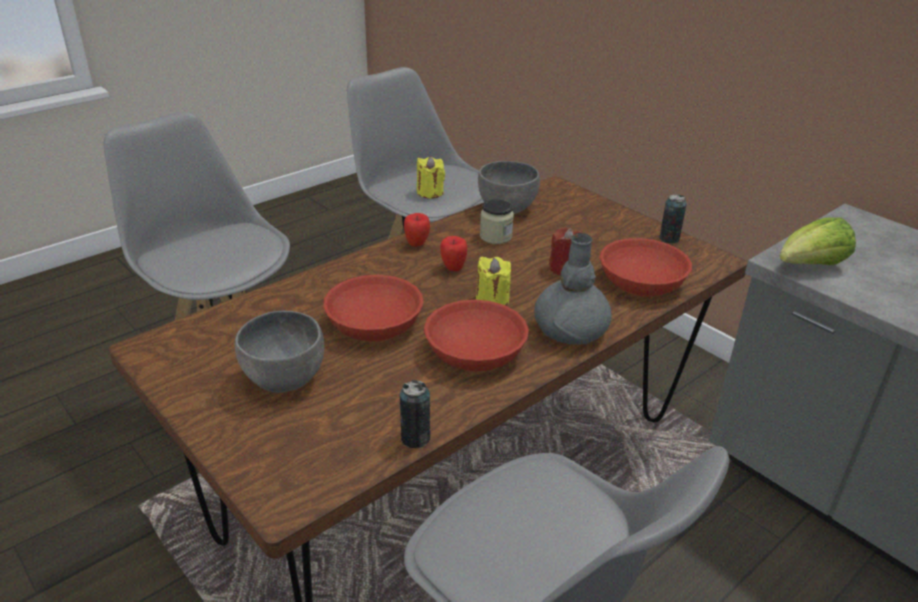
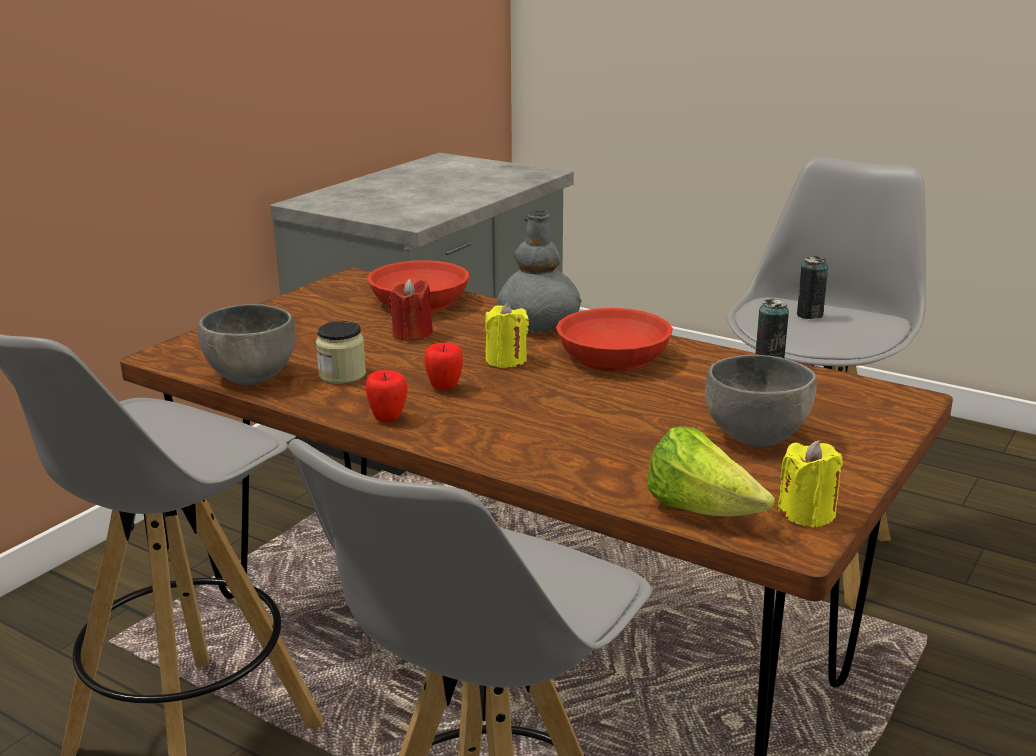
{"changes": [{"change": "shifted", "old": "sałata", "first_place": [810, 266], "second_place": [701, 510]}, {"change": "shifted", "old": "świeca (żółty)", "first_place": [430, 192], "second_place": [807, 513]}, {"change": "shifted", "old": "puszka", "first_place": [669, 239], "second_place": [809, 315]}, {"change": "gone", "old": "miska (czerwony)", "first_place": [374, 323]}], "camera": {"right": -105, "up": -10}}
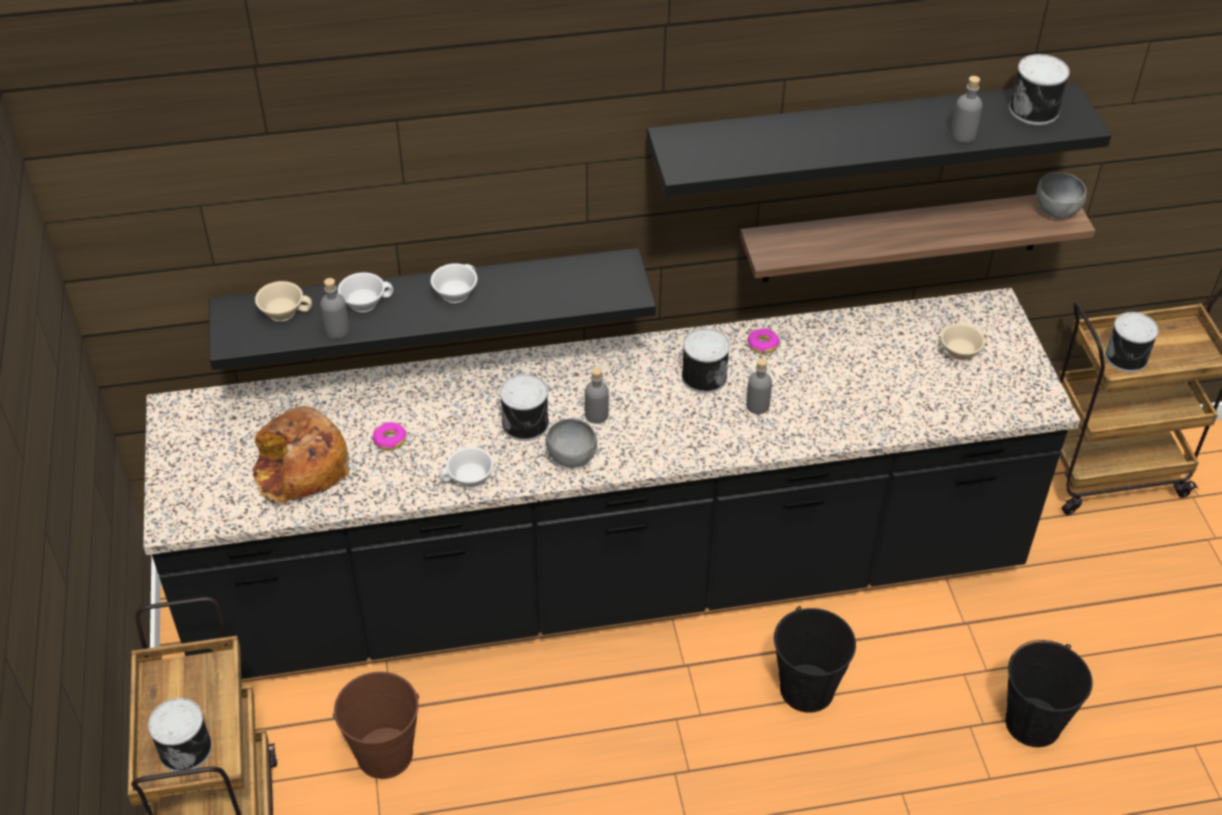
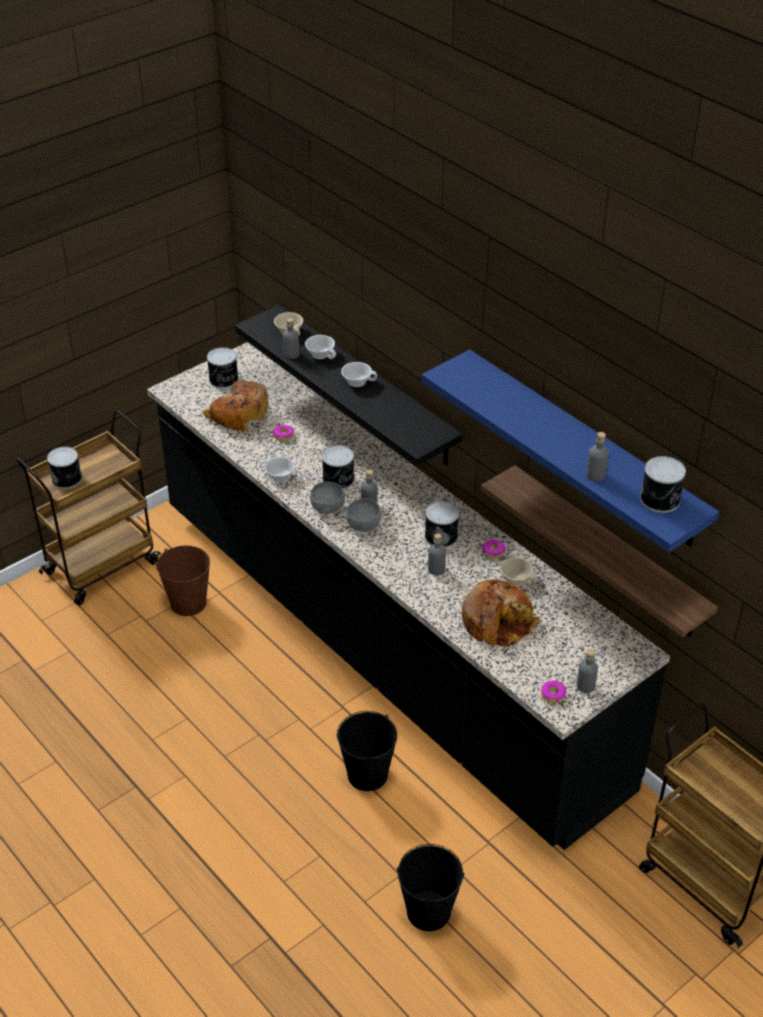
{"changes": [{"change": "shifted", "old": "puszka", "first_place": [1127, 357], "second_place": [223, 380]}, {"change": "shifted", "old": "miska (szary)", "first_place": [1057, 210], "second_place": [363, 525]}, {"change": "repainted", "old": "półka (czarny)", "new": "półka (niebieski)", "first_place": [861, 135], "second_place": [583, 447]}, {"change": "new", "new": "chleb", "second_place": [497, 621]}, {"change": "shifted", "old": "filiżanka (beżowy)", "first_place": [960, 350], "second_place": [517, 578]}, {"change": "new", "new": "donut", "second_place": [553, 694]}, {"change": "new", "new": "butelka (szary)", "second_place": [585, 686]}], "camera": {"right": 60, "up": -5}}
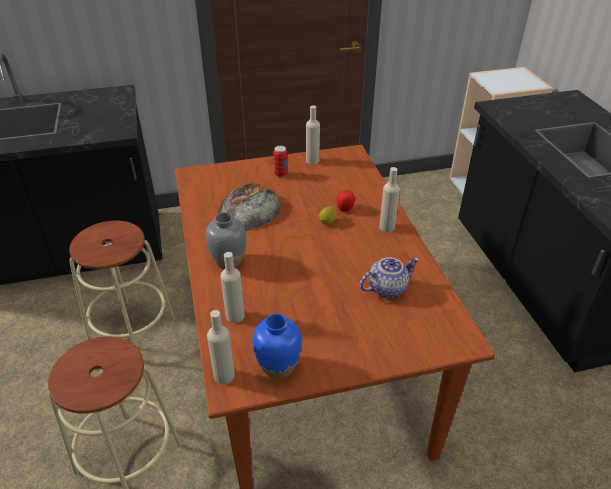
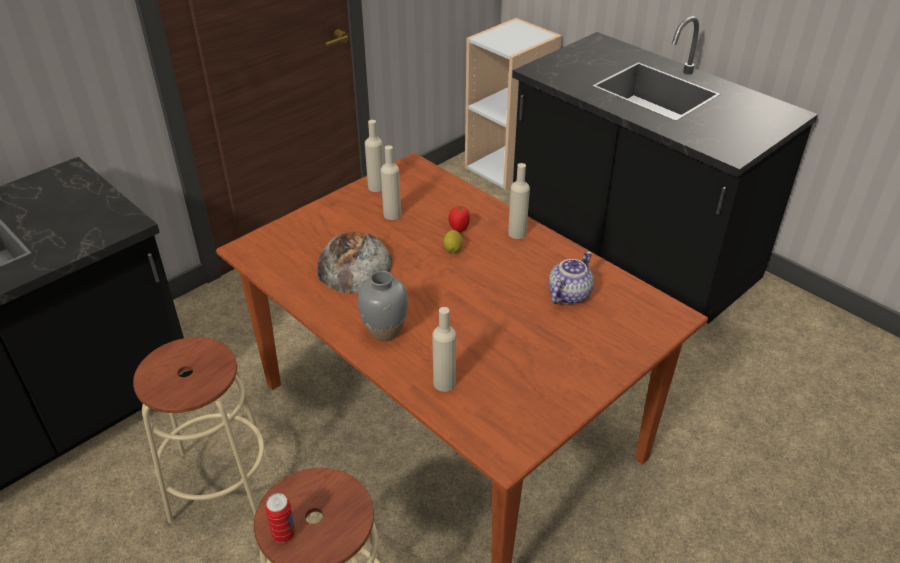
{"changes": [{"change": "shifted", "old": "puszka", "first_place": [281, 174], "second_place": [284, 534]}, {"change": "shifted", "old": "butelka (beżowy)", "first_place": [224, 375], "second_place": [392, 214]}, {"change": "gone", "old": "wazon (niebieski)", "first_place": [278, 367]}], "camera": {"right": -30, "up": 0}}
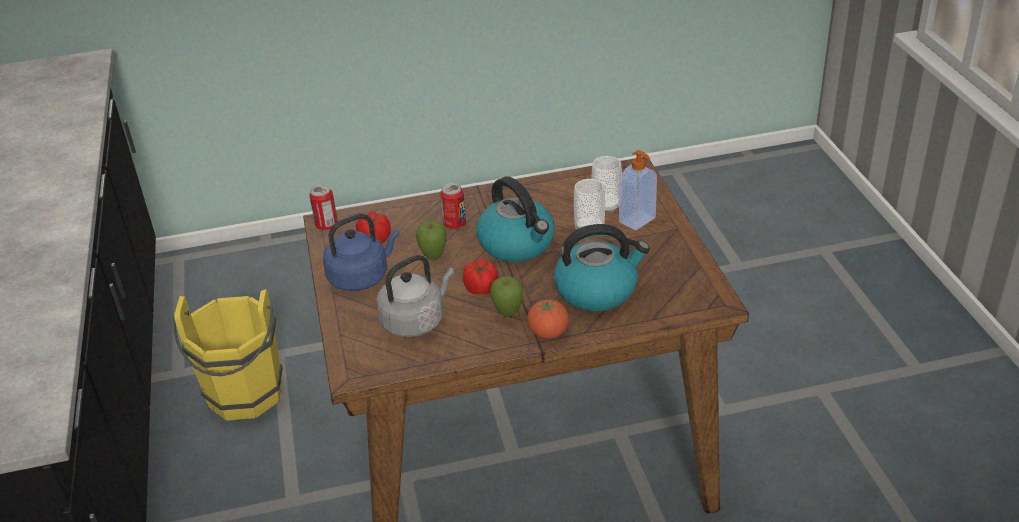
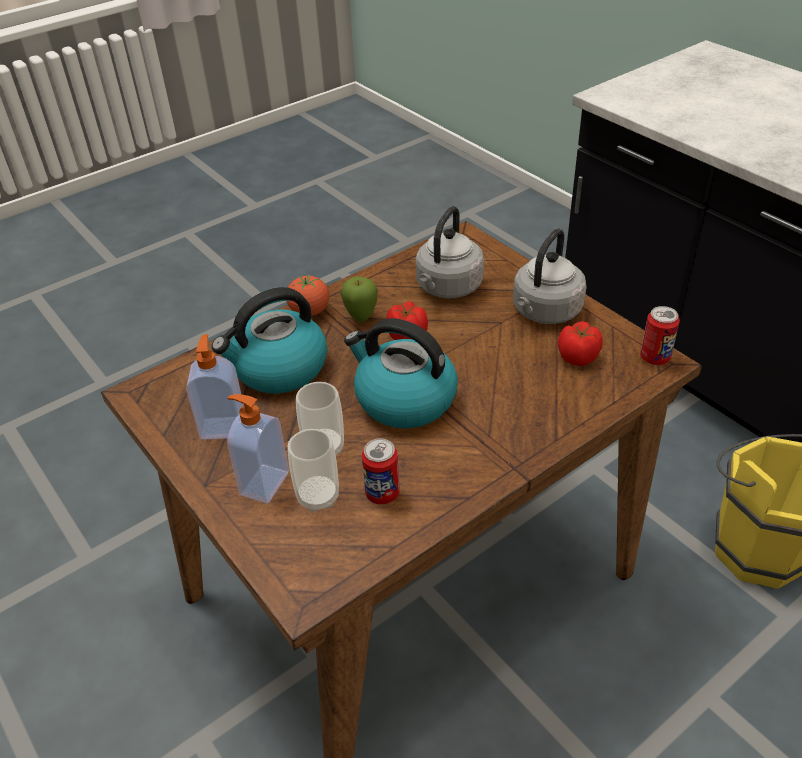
{"changes": [{"change": "new", "new": "dozownik mydła", "second_place": [223, 427]}, {"change": "shifted", "old": "puszka", "first_place": [454, 224], "second_place": [382, 493]}, {"change": "repainted", "old": "czajnik (niebieski)", "new": "czajnik (szary)", "first_place": [361, 277], "second_place": [545, 312]}, {"change": "gone", "old": "jabłko", "first_place": [433, 257]}], "camera": {"right": 155, "up": 5}}
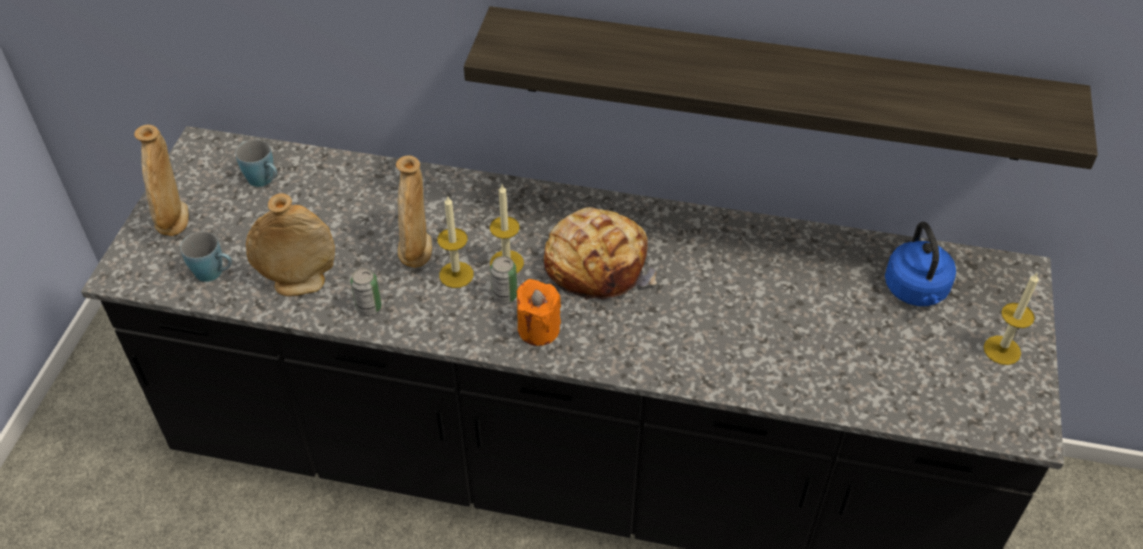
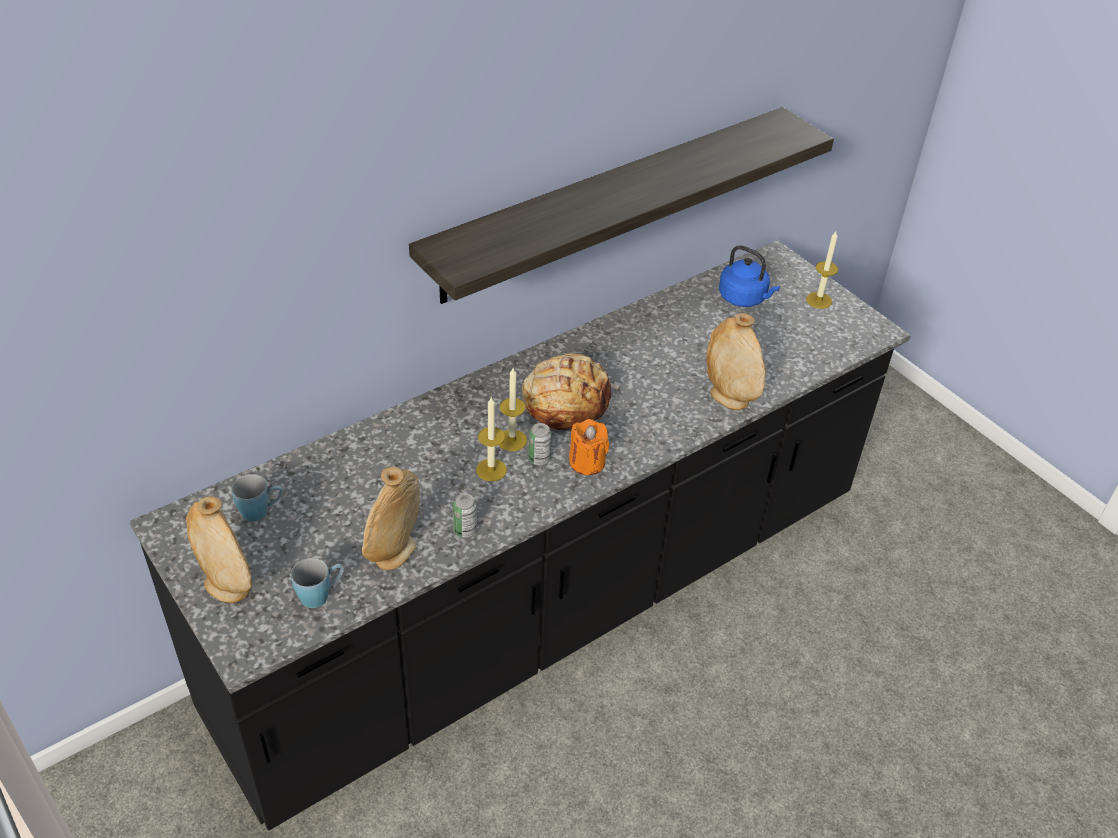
{"changes": [{"change": "shifted", "old": "wazon (beżowy)", "first_place": [415, 250], "second_place": [729, 398]}], "camera": {"right": -50, "up": -5}}
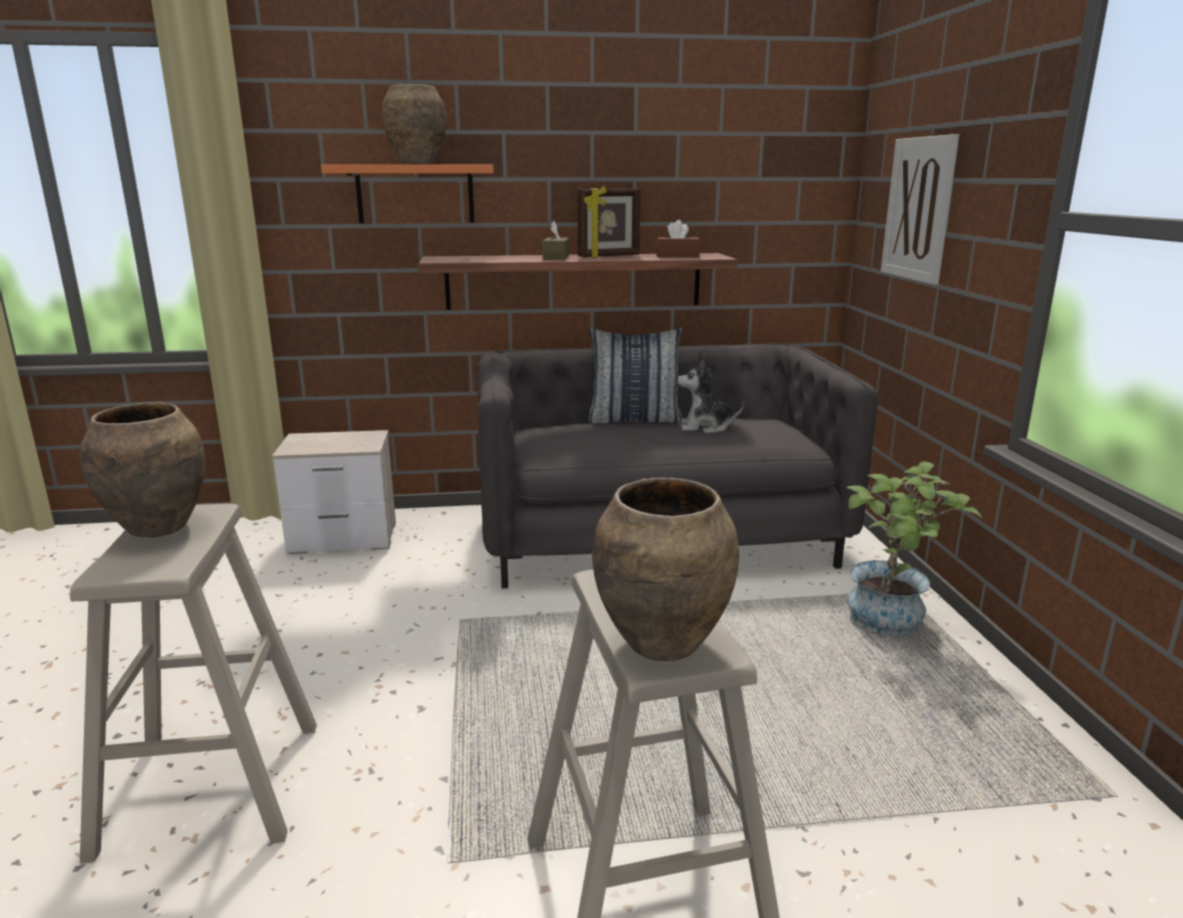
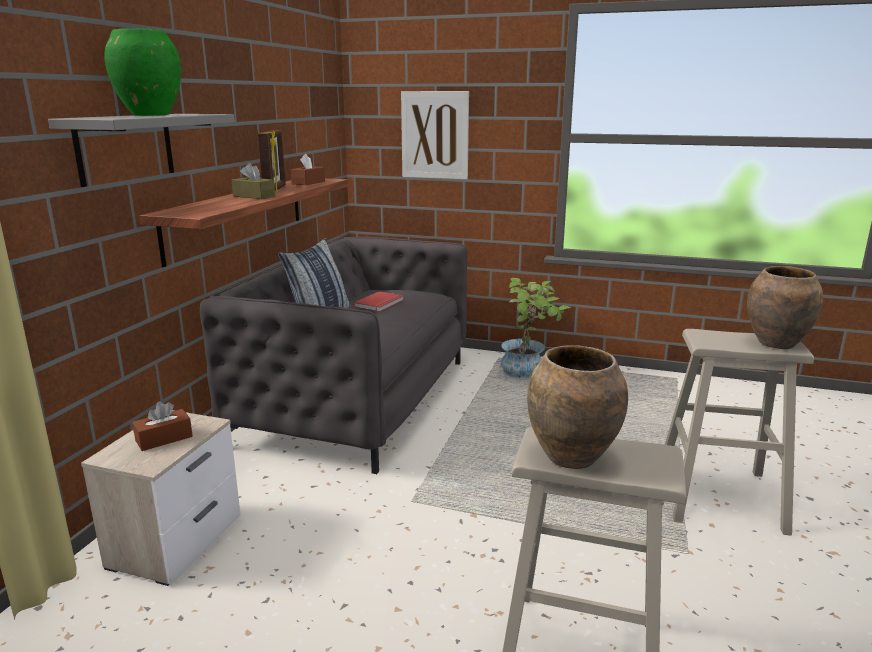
{"changes": [{"change": "repainted", "old": "półka (pomarańczowy)", "new": "półka (szary)", "first_place": [415, 194], "second_place": [125, 147]}, {"change": "repainted", "old": "wazon (brązowy)", "new": "wazon (zielony)", "first_place": [416, 164], "second_place": [150, 115]}, {"change": "new", "new": "pudełko chusteczek (brązowy)", "second_place": [164, 438]}, {"change": "swapped", "old": "pluszak", "new": "książka (czerwony)", "first_place": [706, 427], "second_place": [380, 303]}], "camera": {"right": -65, "up": 0}}
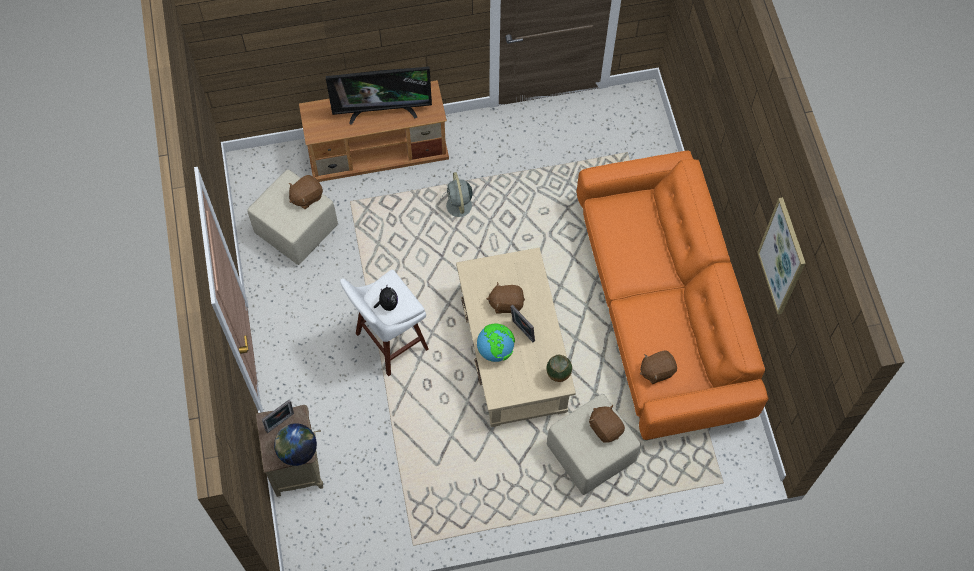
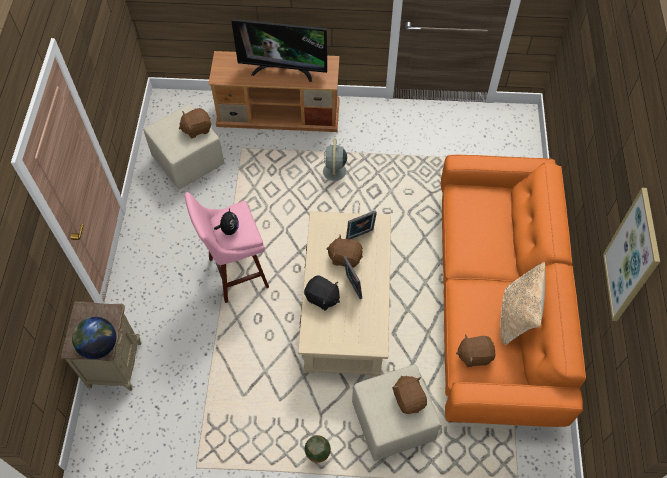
{"changes": [{"change": "repainted", "old": "stołek (biały)", "new": "stołek (różowy)", "first_place": [389, 342], "second_place": [235, 273]}, {"change": "swapped", "old": "globus", "new": "pluszak (czarny)", "first_place": [495, 350], "second_place": [322, 298]}, {"change": "shifted", "old": "wazon", "first_place": [558, 377], "second_place": [318, 456]}, {"change": "shifted", "old": "ramka na zdjęcie", "first_place": [281, 424], "second_place": [360, 236]}, {"change": "new", "new": "poduszka (beżowy)", "second_place": [515, 319]}], "camera": {"right": 15, "up": -5}}
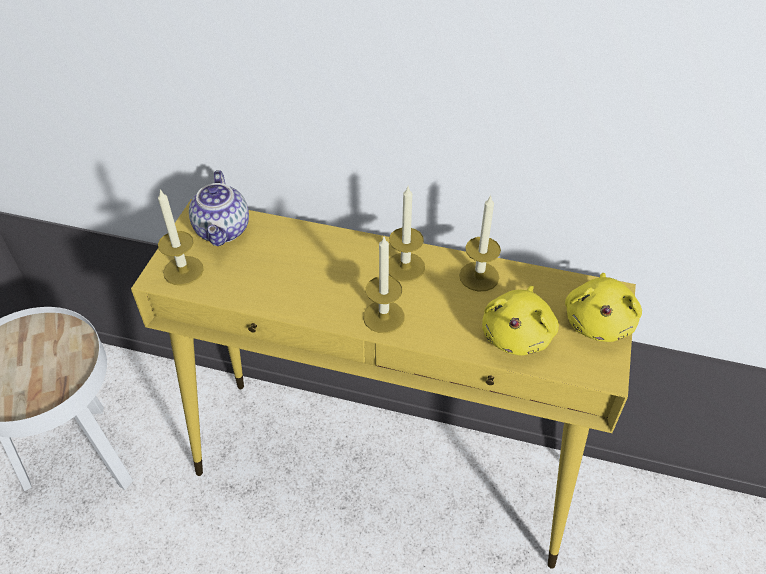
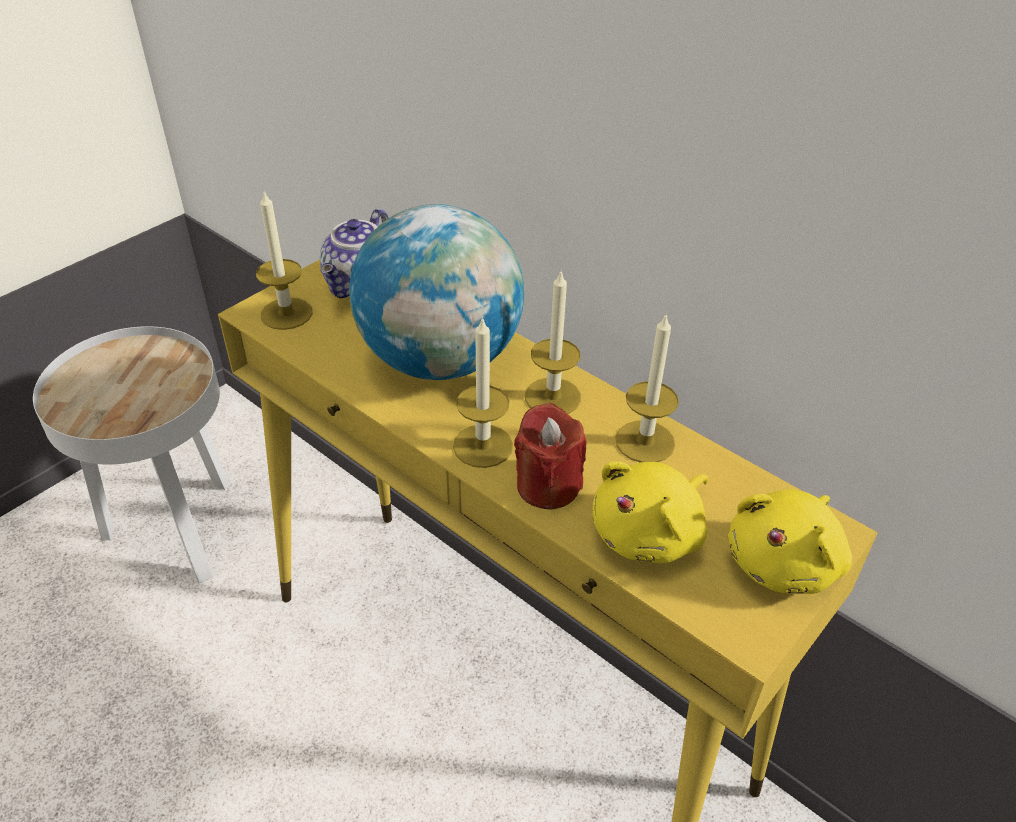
{"changes": [{"change": "new", "new": "globus", "second_place": [440, 360]}, {"change": "new", "new": "świeca (czerwony)", "second_place": [547, 485]}], "camera": {"right": 25, "up": -5}}
